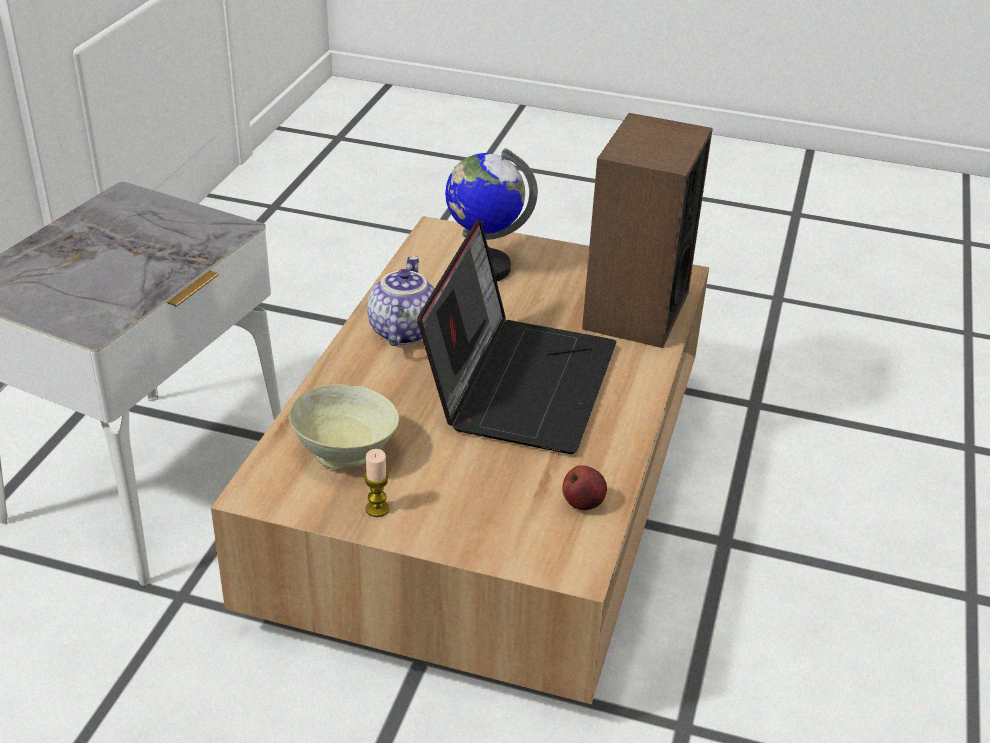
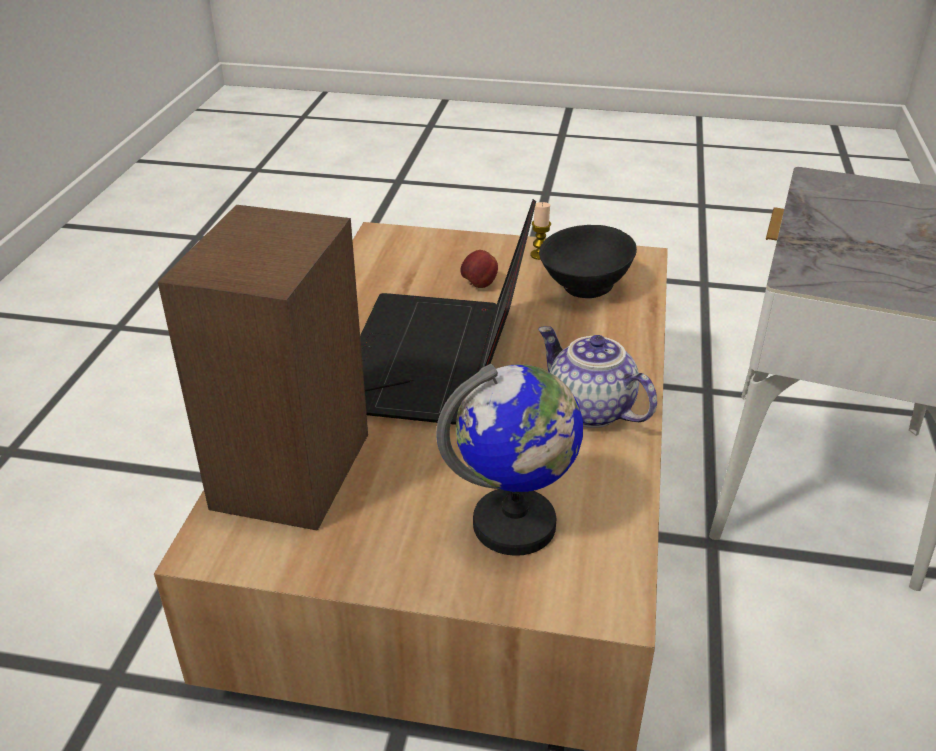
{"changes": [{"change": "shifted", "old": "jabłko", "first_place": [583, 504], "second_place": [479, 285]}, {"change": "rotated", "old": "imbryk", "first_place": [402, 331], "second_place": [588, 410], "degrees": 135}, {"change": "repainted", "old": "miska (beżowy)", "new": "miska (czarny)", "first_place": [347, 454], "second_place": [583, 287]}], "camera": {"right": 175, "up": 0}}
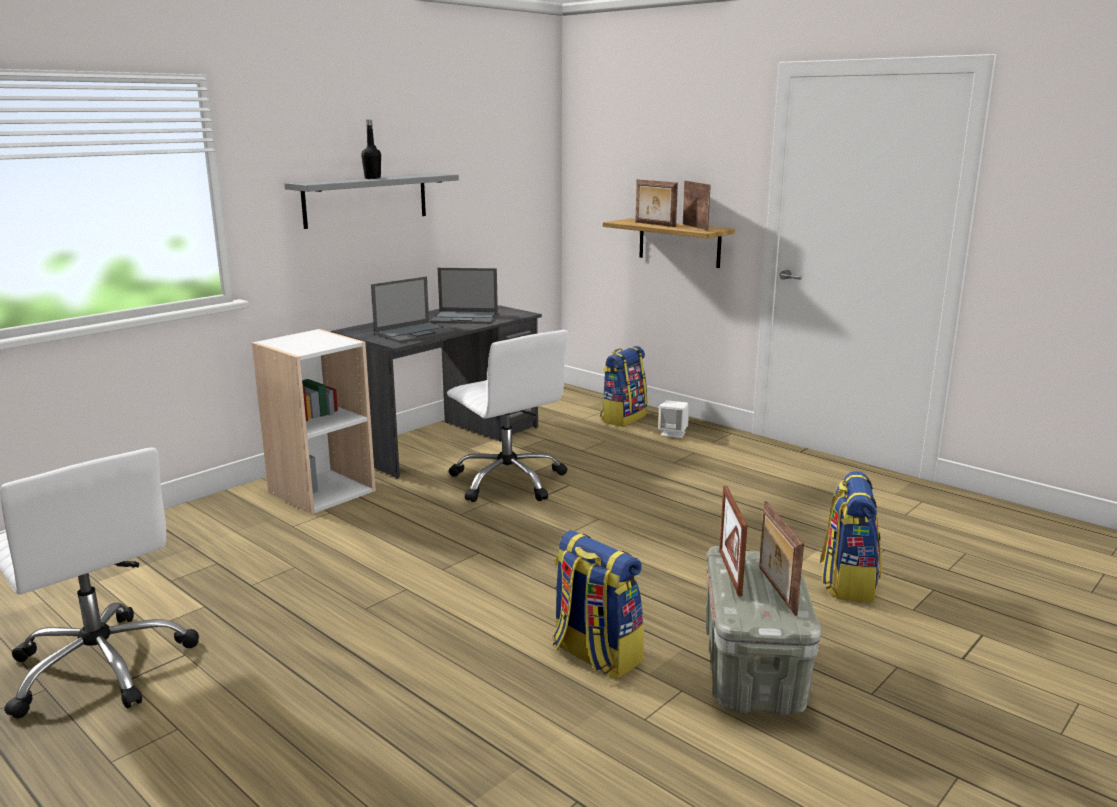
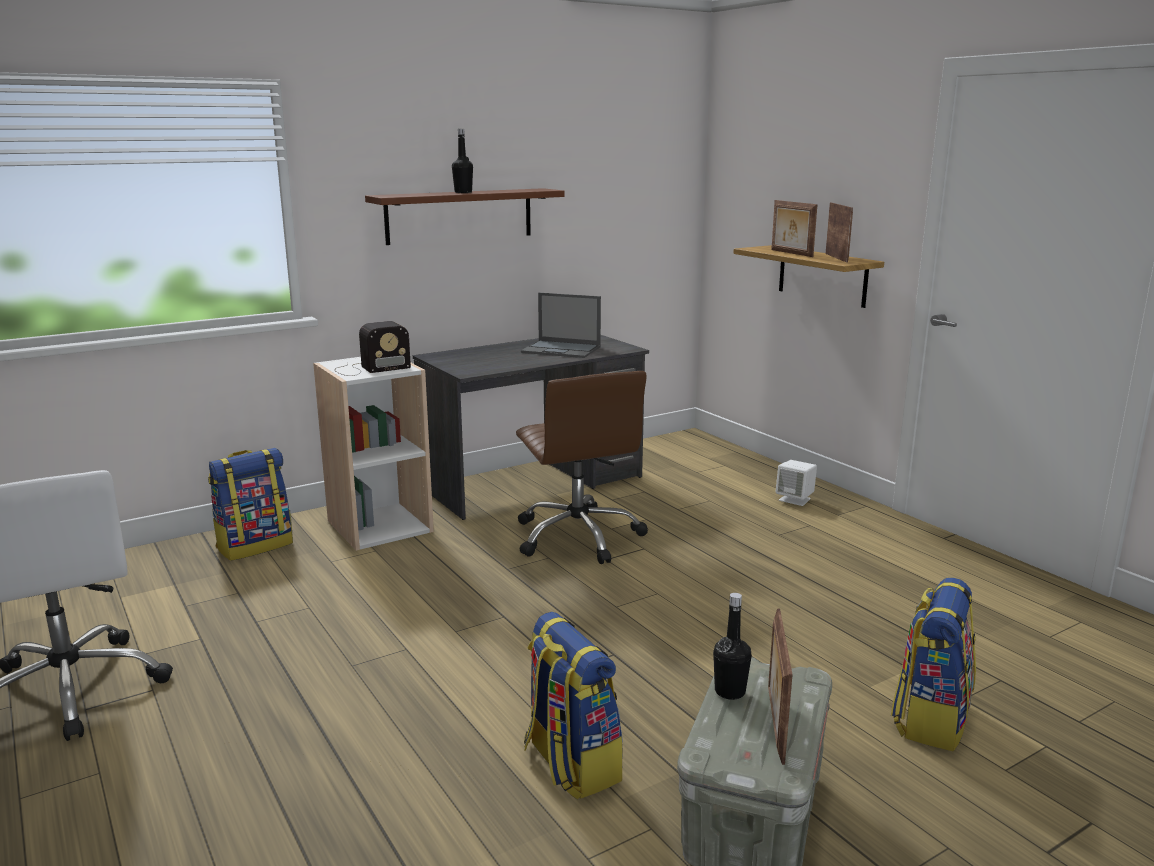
{"changes": [{"change": "shifted", "old": "plecak", "first_place": [623, 418], "second_place": [255, 545]}, {"change": "new", "new": "radio", "second_place": [369, 368]}, {"change": "repainted", "old": "półka (szary)", "new": "półka (brązowy)", "first_place": [366, 199], "second_place": [460, 216]}, {"change": "repainted", "old": "krzesło biurowe (biały)", "new": "krzesło biurowe (brązowy)", "first_place": [508, 481], "second_place": [578, 536]}, {"change": "swapped", "old": "ramka na zdjęcie", "new": "butelka (czarny)", "first_place": [730, 572], "second_place": [730, 691]}, {"change": "gone", "old": "laptop", "first_place": [415, 332]}], "camera": {"right": 15, "up": 0}}
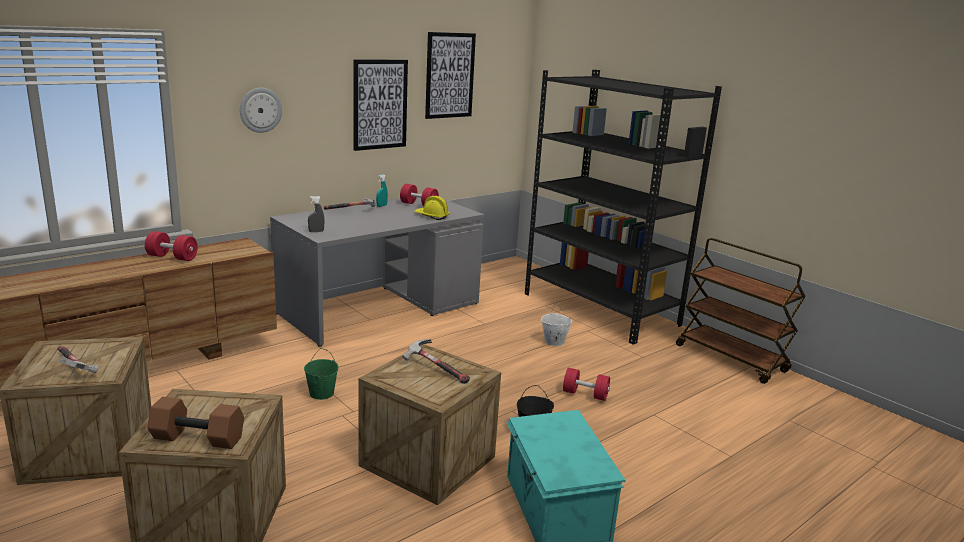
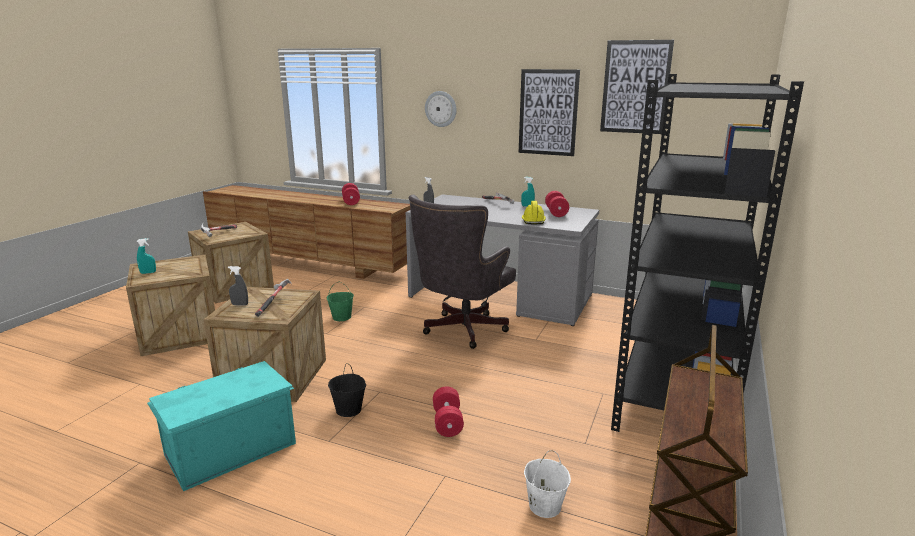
{"changes": [{"change": "swapped", "old": "hantel (brązowy)", "new": "spryskiwacz (turkusowy)", "first_place": [199, 437], "second_place": [148, 272]}, {"change": "new", "new": "spryskiwacz (szary)", "second_place": [240, 304]}, {"change": "new", "new": "krzesło biurowe (szary)", "second_place": [462, 331]}, {"change": "shifted", "old": "wiadro (biały)", "first_place": [554, 342], "second_place": [544, 506]}], "camera": {"right": 65, "up": 0}}
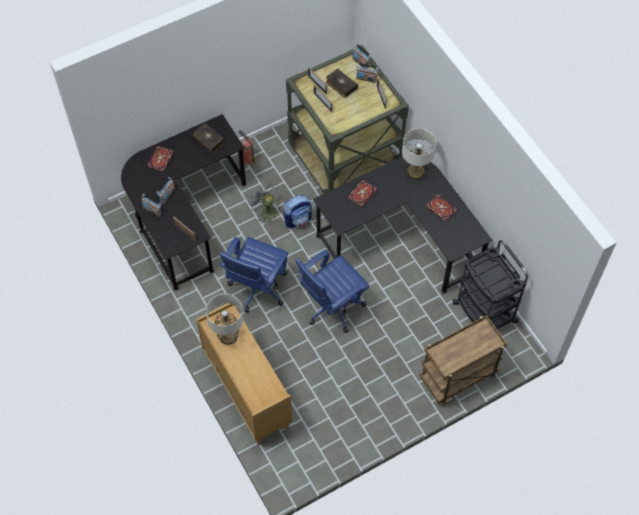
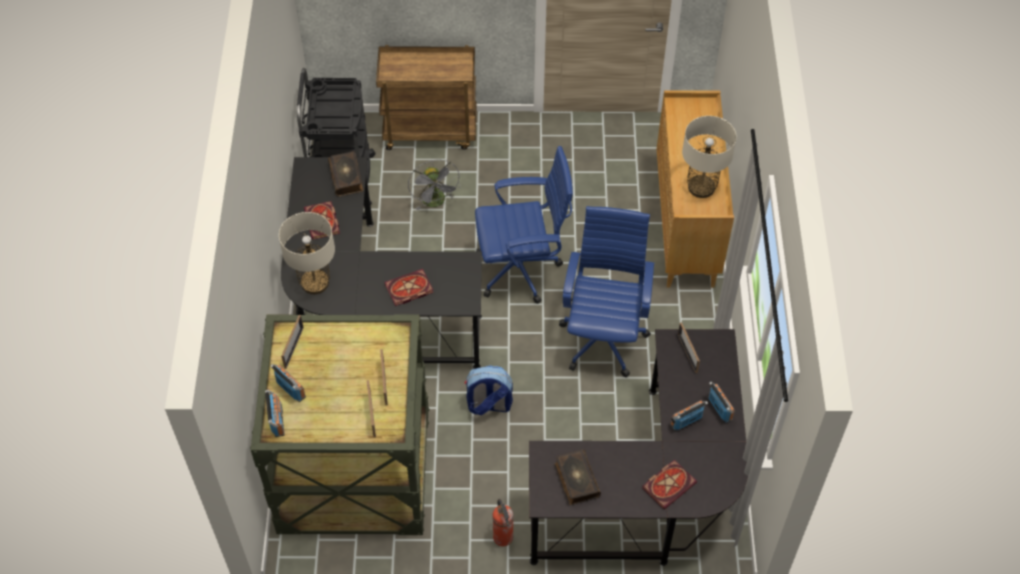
{"changes": [{"change": "shifted", "old": "książka", "first_place": [341, 85], "second_place": [347, 177]}, {"change": "shifted", "old": "wentylator (szary)", "first_place": [265, 211], "second_place": [436, 202]}, {"change": "rotated", "old": "krzesło biurowe (niebieski)", "first_place": [257, 290], "second_place": [603, 337], "degrees": -45}], "camera": {"right": -150, "up": -5}}
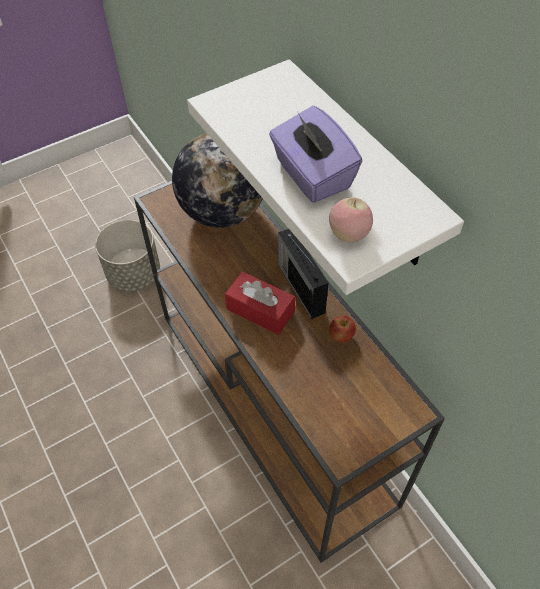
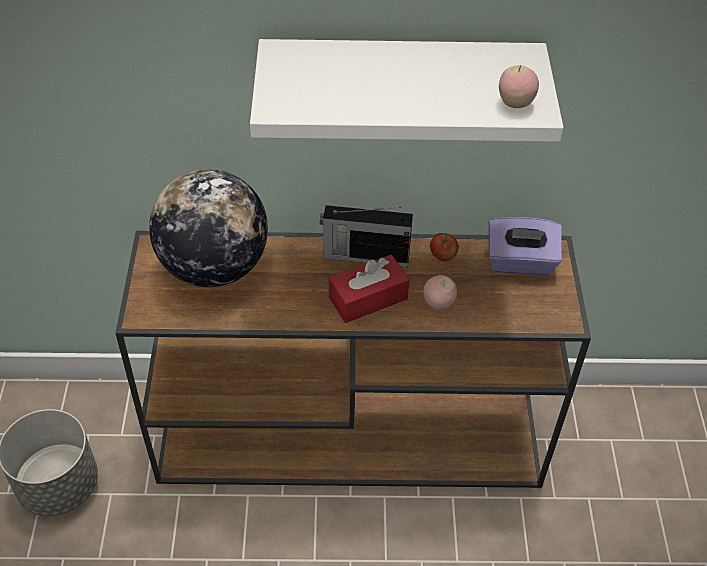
{"changes": [{"change": "new", "new": "jabłko", "second_place": [438, 303]}, {"change": "shifted", "old": "pudełko chusteczek (fioletowy)", "first_place": [312, 175], "second_place": [520, 262]}], "camera": {"right": -60, "up": -5}}
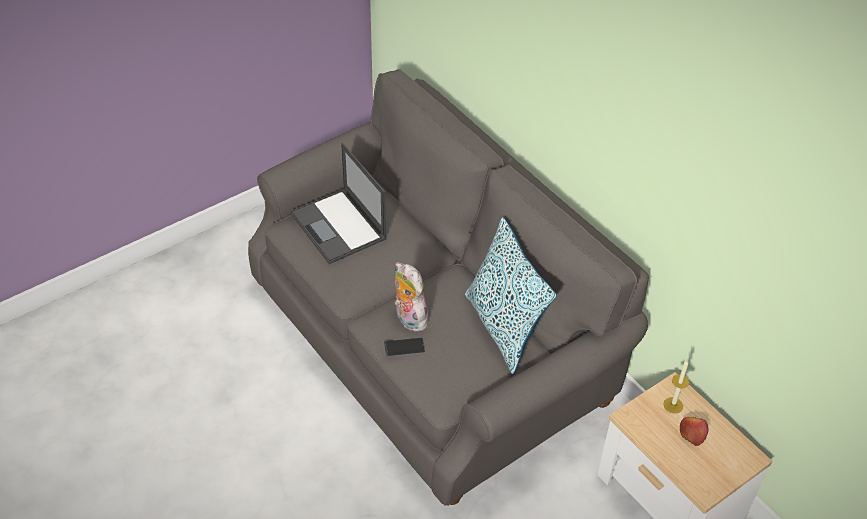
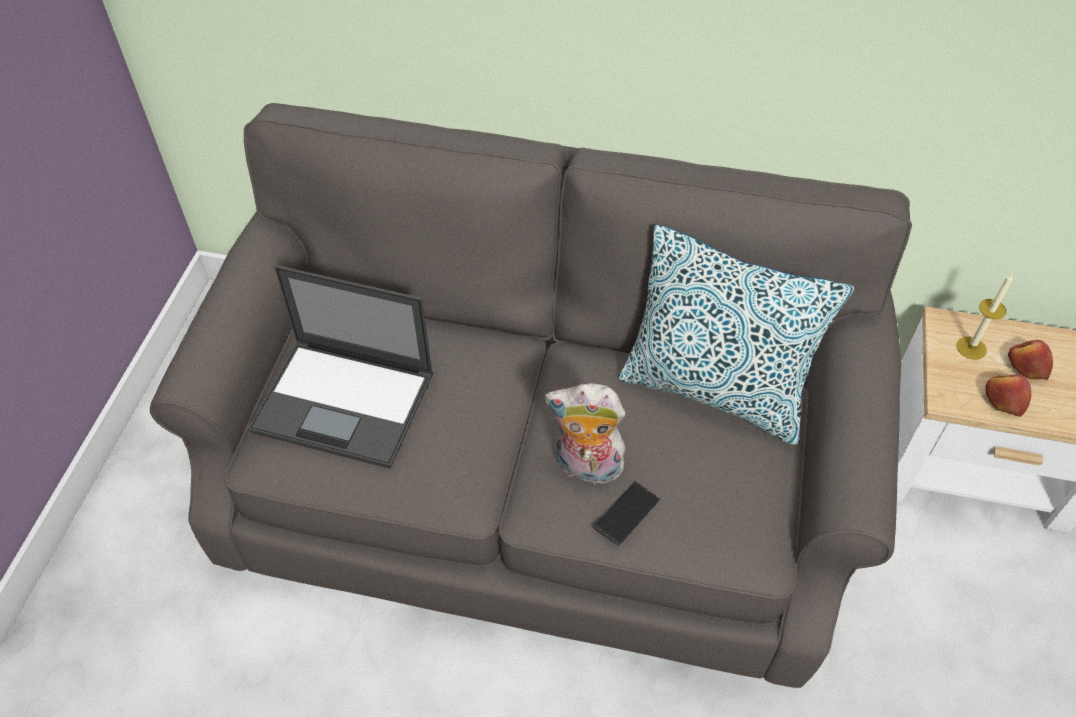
{"changes": [{"change": "new", "new": "jabłko", "second_place": [1003, 400]}], "camera": {"right": -40, "up": 5}}
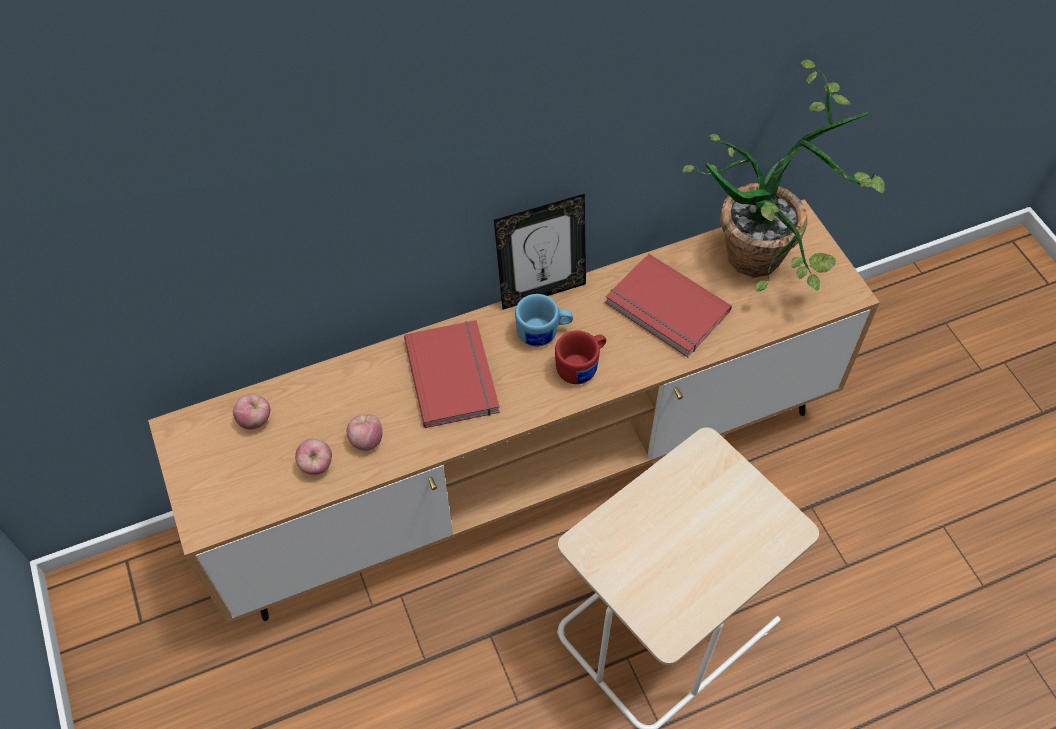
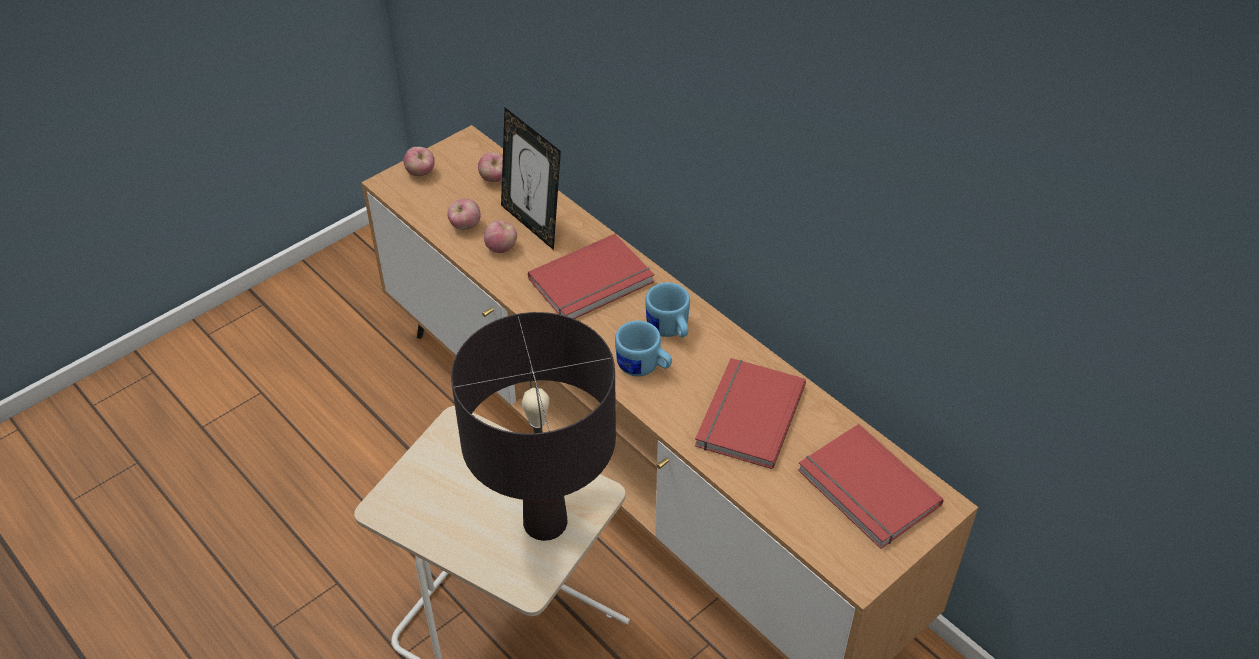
{"changes": [{"change": "new", "new": "jabłko", "second_place": [421, 173]}, {"change": "new", "new": "lampa stołowa (czarny)", "second_place": [545, 522]}, {"change": "shifted", "old": "ramka na zdjęcie", "first_place": [541, 291], "second_place": [532, 224]}, {"change": "repainted", "old": "kubek (czerwony)", "new": "kubek (niebieski)", "first_place": [582, 367], "second_place": [643, 368]}, {"change": "swapped", "old": "roślina doniczkowa", "new": "książka (czerwony)", "first_place": [769, 259], "second_place": [866, 490]}], "camera": {"right": 70, "up": -10}}
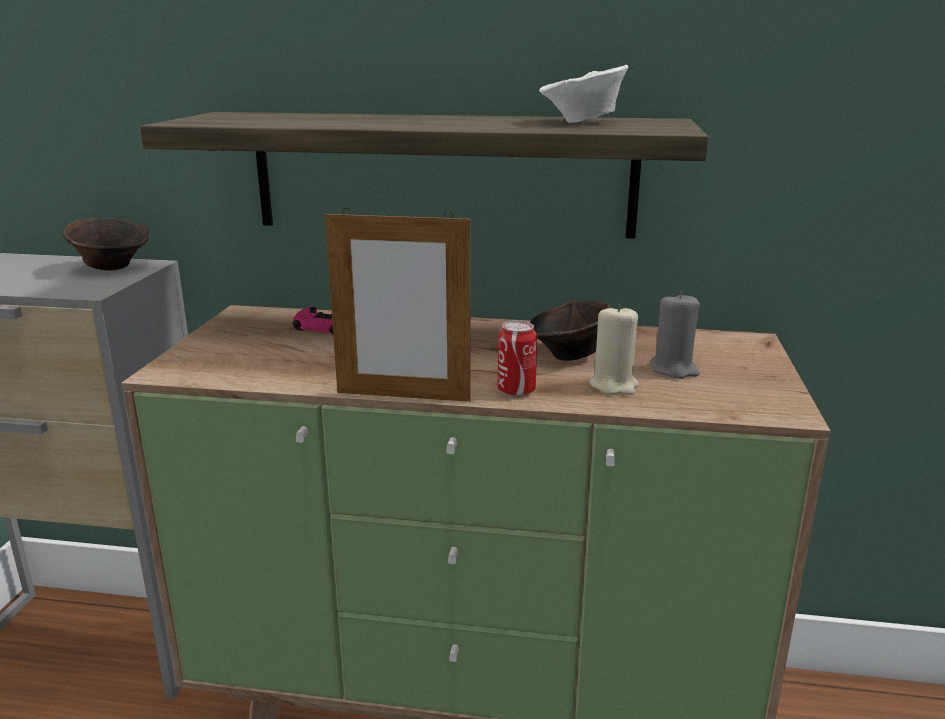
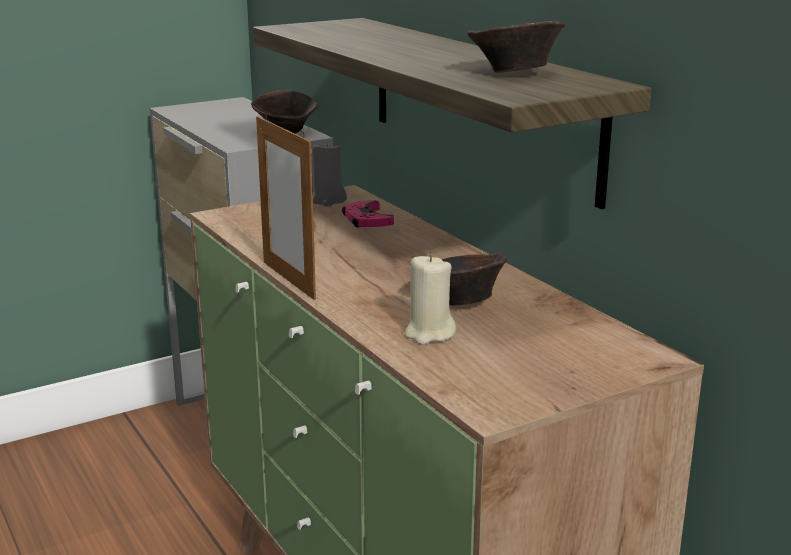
{"changes": [{"change": "shifted", "old": "świeca (szary)", "first_place": [673, 369], "second_place": [328, 200]}, {"change": "repainted", "old": "miska (biały)", "new": "miska (brązowy)", "first_place": [582, 122], "second_place": [514, 73]}, {"change": "gone", "old": "puszka", "first_place": [516, 390]}], "camera": {"right": 50, "up": 0}}
